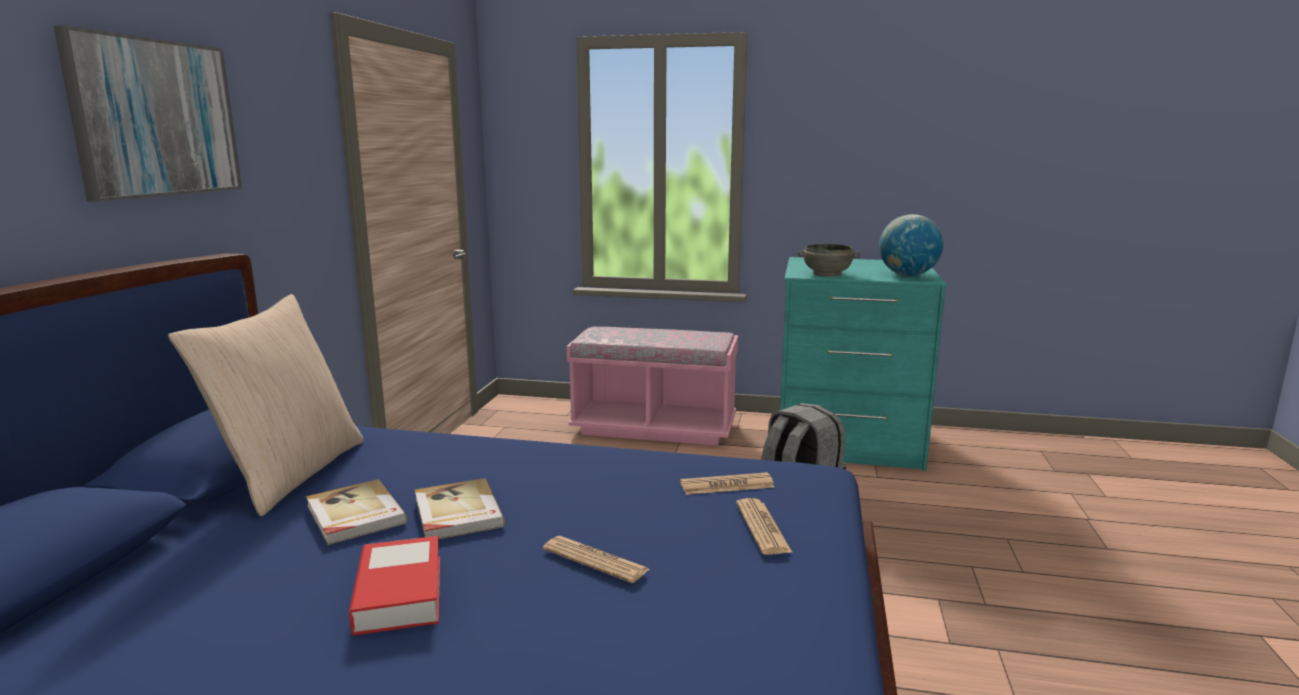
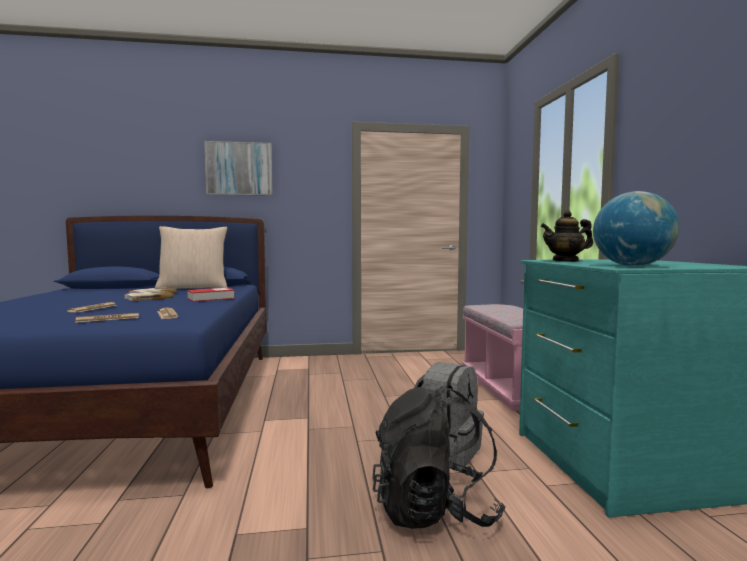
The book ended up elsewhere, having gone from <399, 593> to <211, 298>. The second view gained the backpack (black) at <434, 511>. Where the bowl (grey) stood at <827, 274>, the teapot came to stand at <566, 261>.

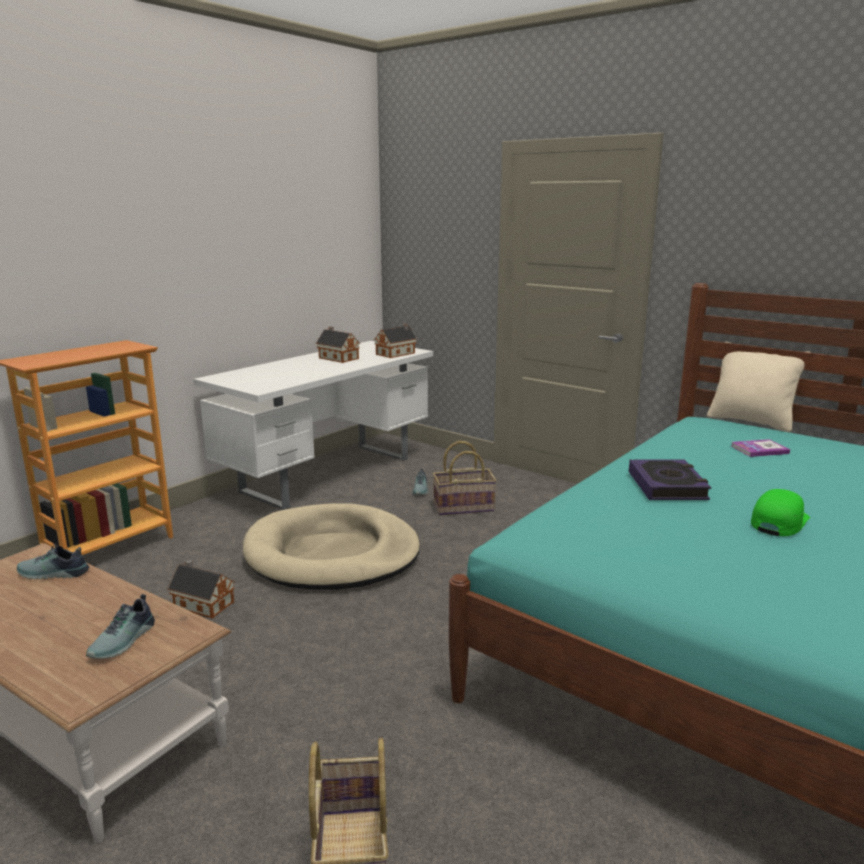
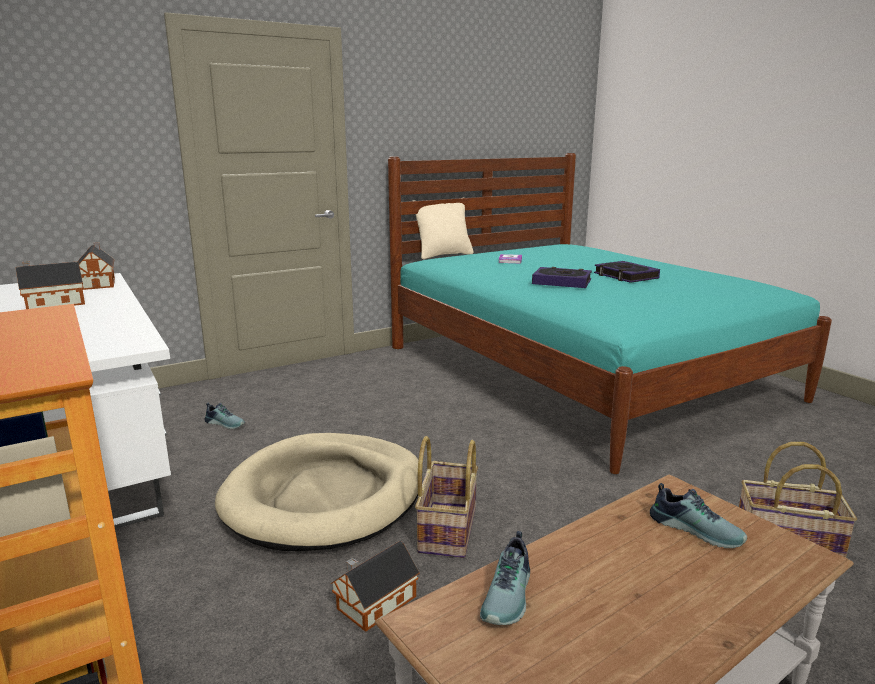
The basket ended up elsewhere, having gone from <463, 507> to <446, 529>. Where the cap (green) stood at <779, 521>, the book came to stand at <625, 276>.

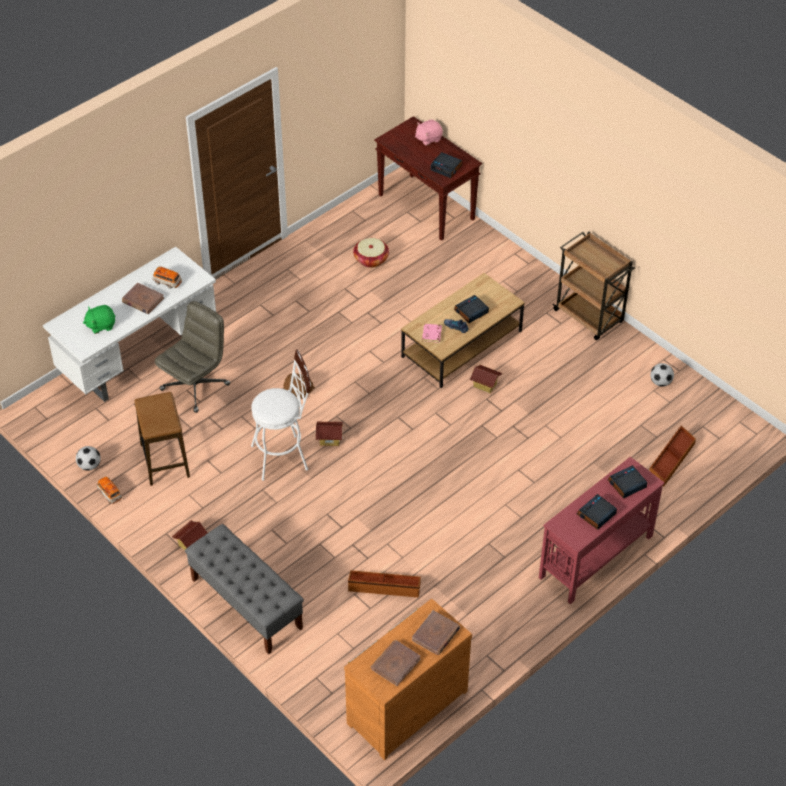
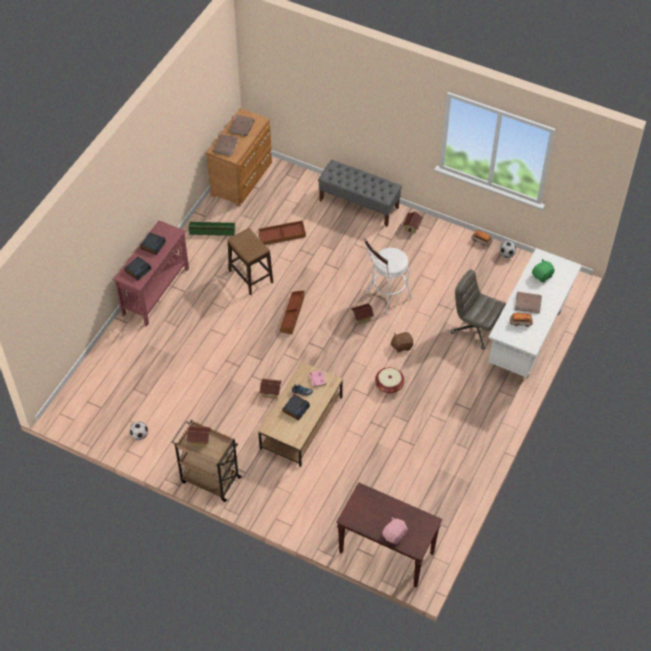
The second view gained the toy house at <199, 441>. The second view gained the storage box (green) at <212, 231>. The stool ended up elsewhere, having gone from <165, 460> to <251, 277>. The storage box (brown) ended up elsewhere, having gone from <670, 460> to <292, 314>. The basket ended up elsewhere, having gone from <371, 259> to <389, 385>. The office chair (grey) at <195, 386> ended up facing another way, 105 degrees clockwise from before. The second view lost the alarm clock at <446, 168>.

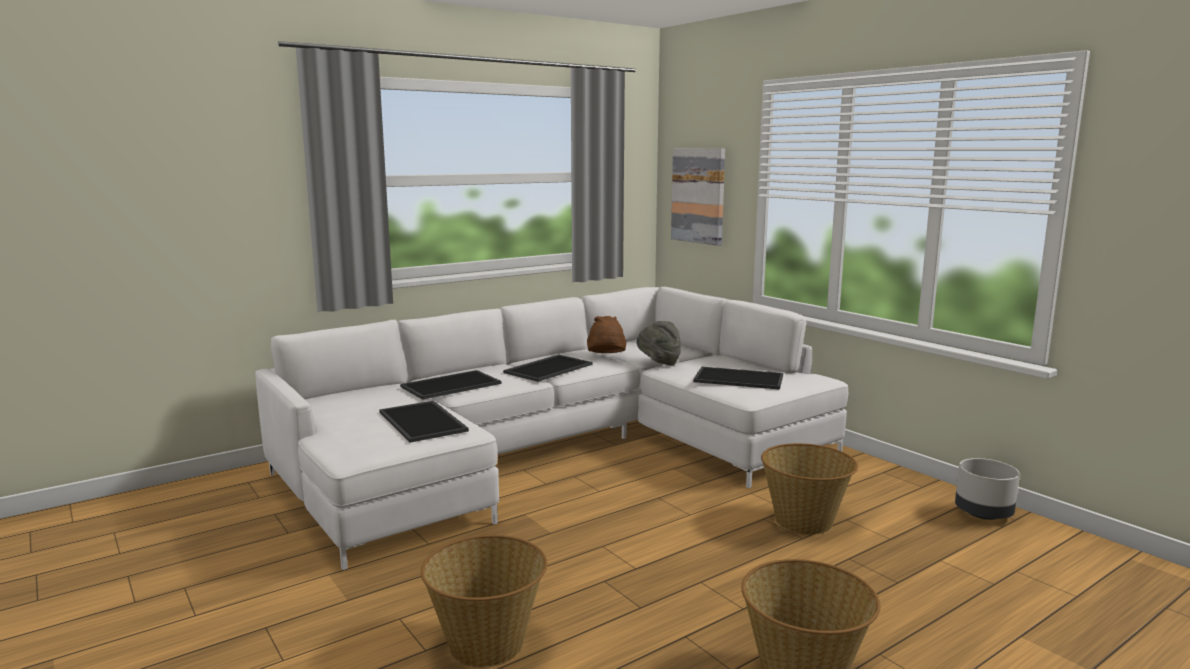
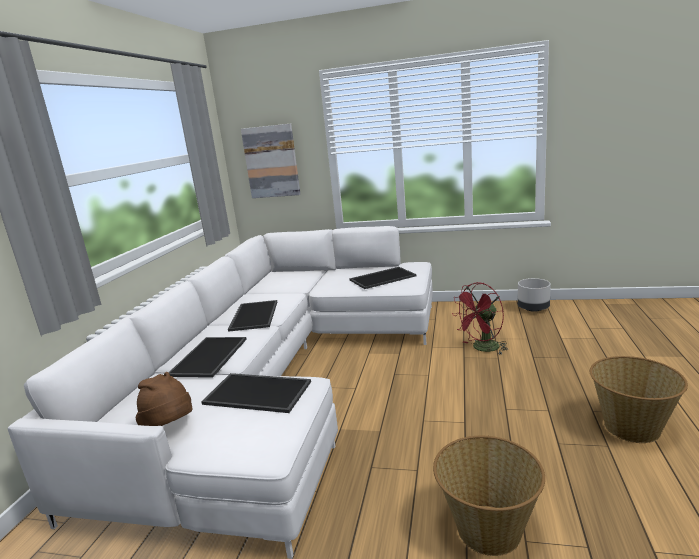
The hat (brown) ended up elsewhere, having gone from <606, 357> to <170, 428>. Where the basket stood at <805, 521>, the fan (red) came to stand at <482, 349>. The second view lost the hat (grey) at <658, 363>.

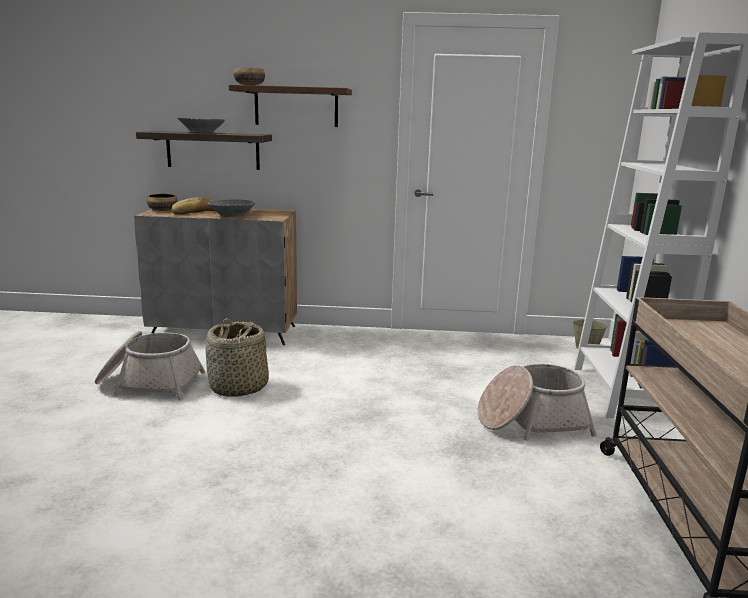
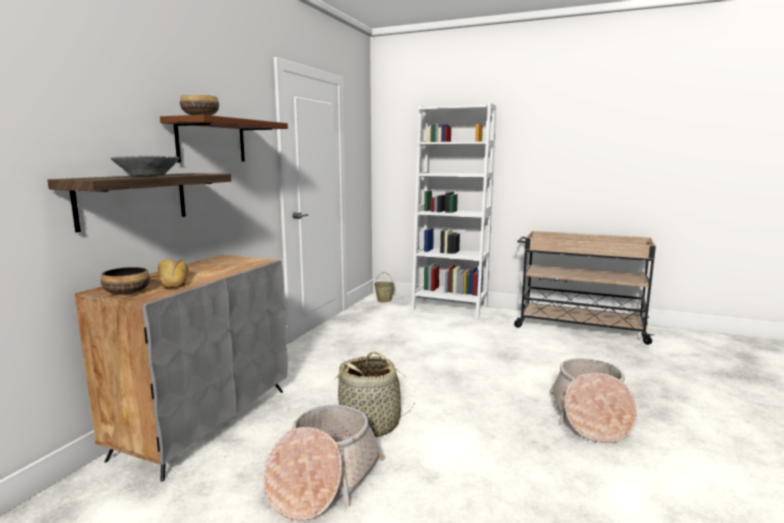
The basket ended up elsewhere, having gone from <531, 421> to <590, 416>. The second view lost the bowl (grey) at <232, 216>.

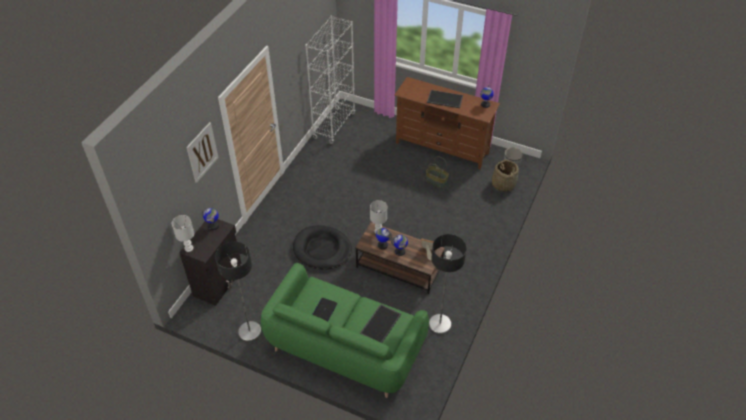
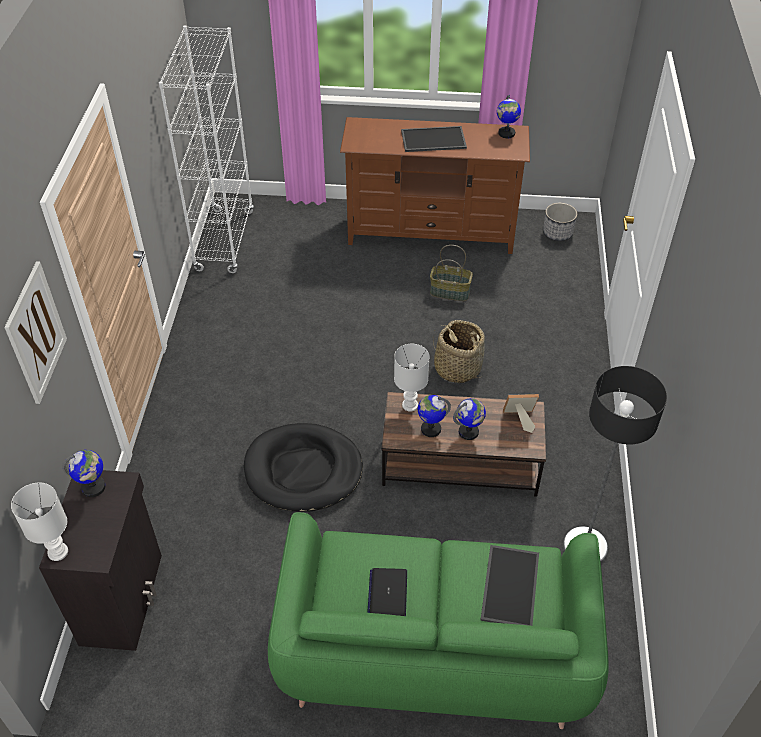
The basket ended up elsewhere, having gone from <503, 184> to <457, 368>. The second view lost the floor lamp at <249, 331>.

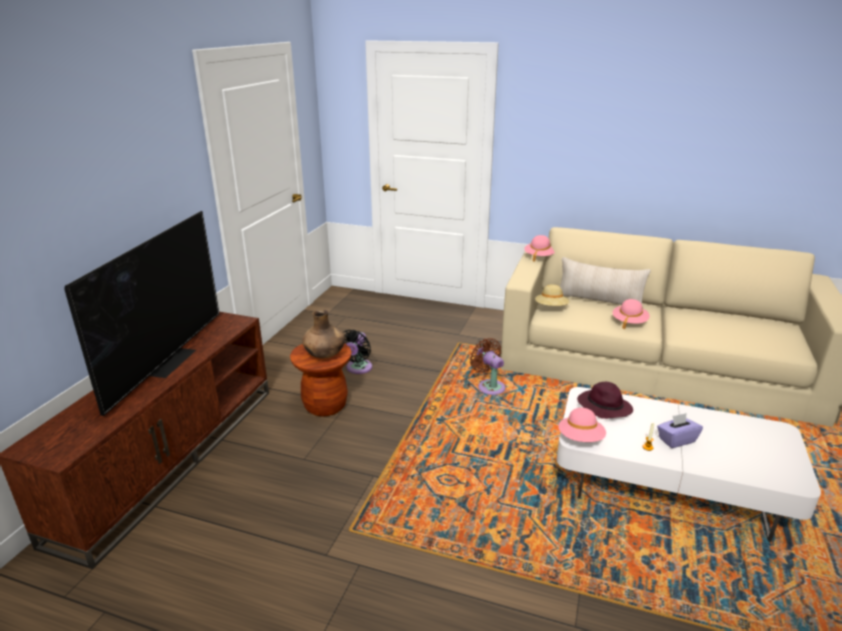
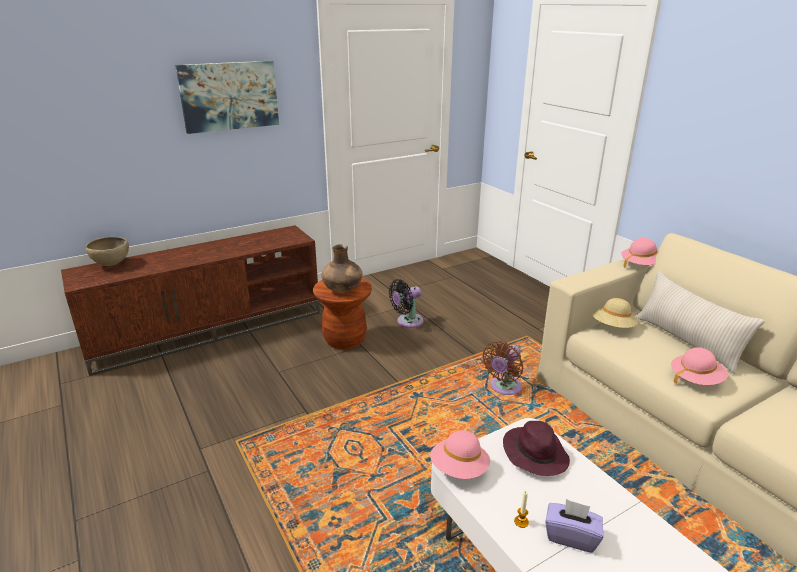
The second view gained the bowl (brown) at <111, 265>. The second view gained the picture at <229, 96>. The fan (brown) at <489, 386> ended up facing another way, 150 degrees counterclockwise from before. The second view lost the television at <168, 361>.

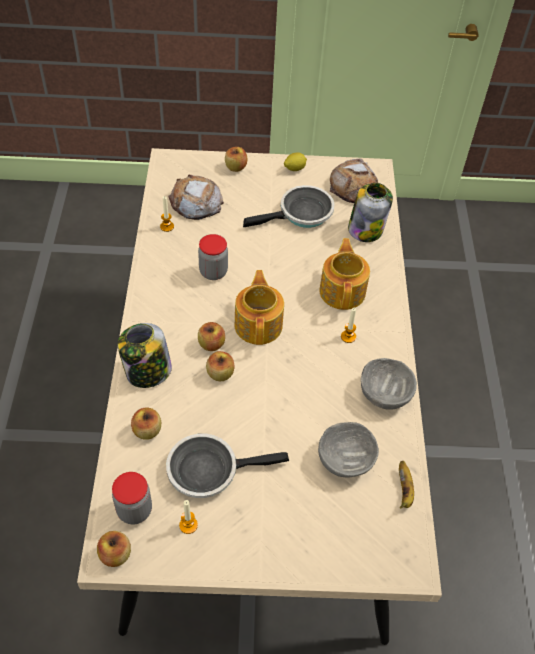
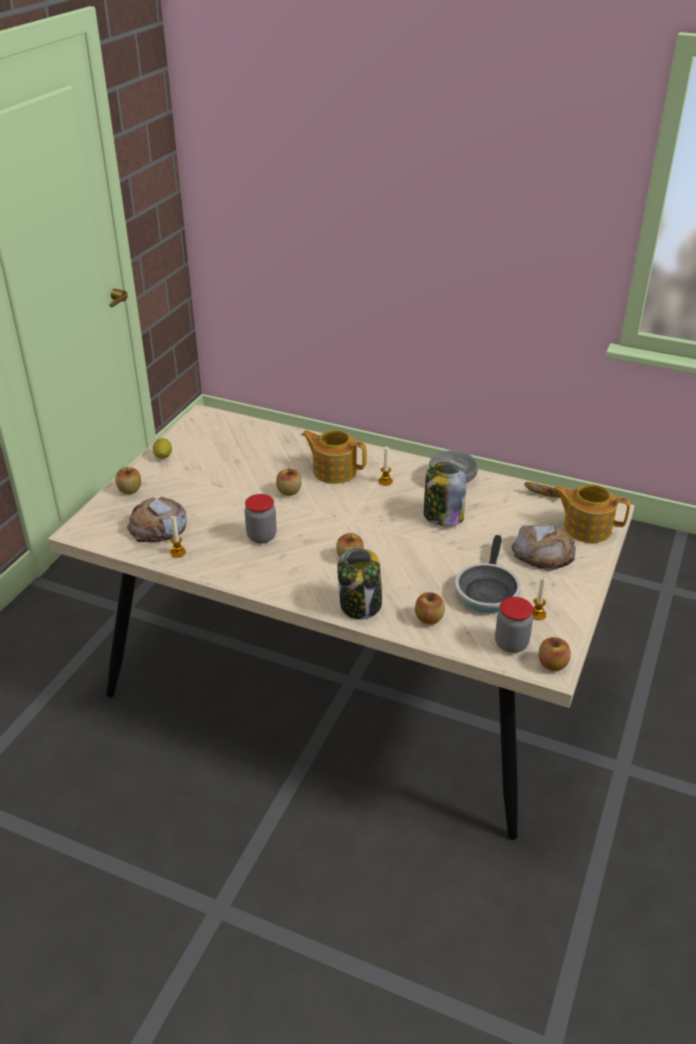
The apple ended up elsewhere, having gone from <220, 374> to <289, 492>. The jar ended up elsewhere, having gone from <366, 229> to <442, 516>. The bread ended up elsewhere, having gone from <353, 186> to <544, 552>. The teapot ended up elsewhere, having gone from <259, 324> to <586, 527>. The second view lost the frying pan at <301, 214>. The second view lost the bowl (grey) at <345, 459>.

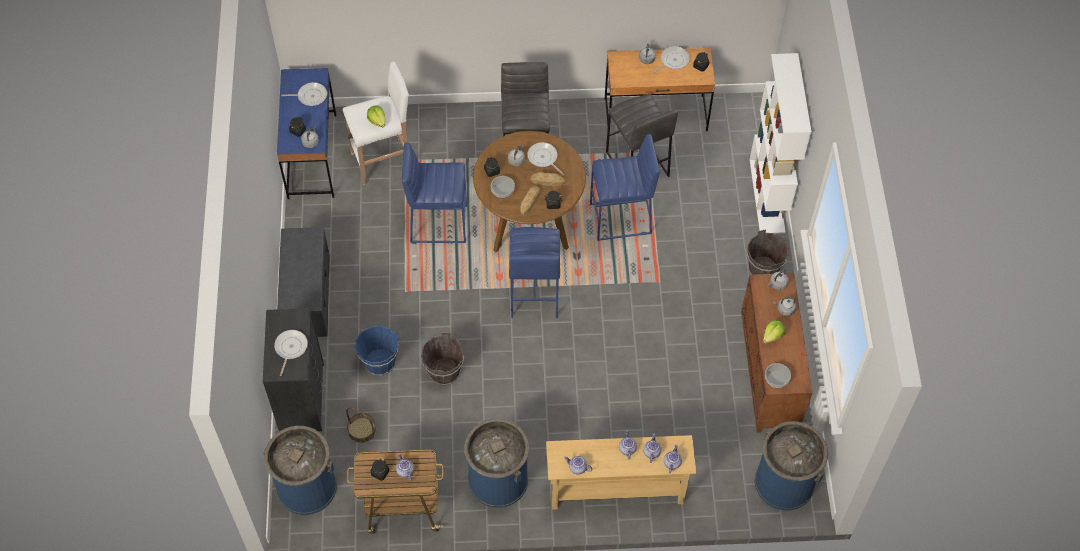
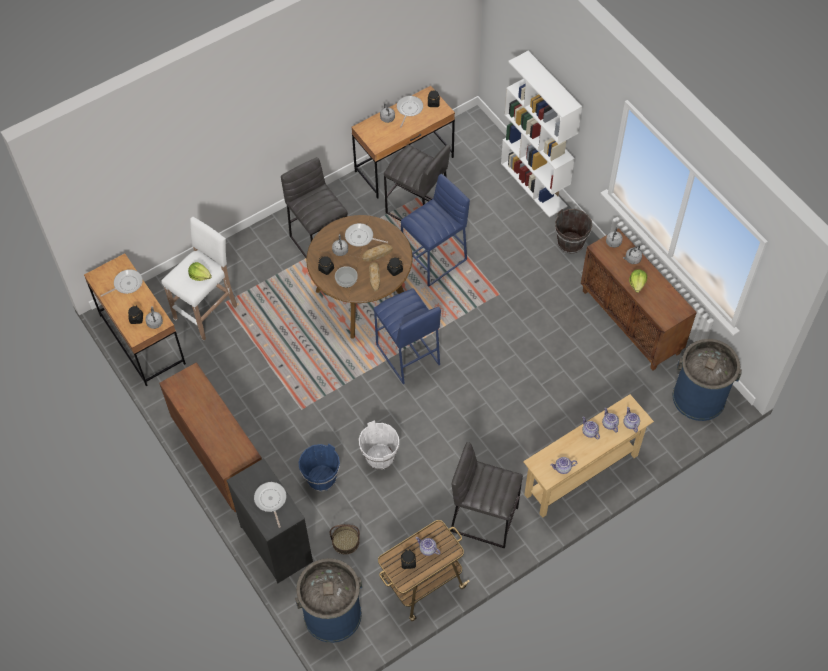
What was the desk (blue) at <312, 156> turned into the desk (brown) at <142, 339>. Where the bench (grey) stood at <306, 295>, the cabinet (brown) came to stand at <219, 457>. What was the bucket (brown) at <444, 372> turned into the bucket (white) at <379, 457>. Where the trash can (blue) stood at <498, 479>, the stool (grey) came to stand at <484, 518>. The second view lost the stool (blue) at <438, 223>. The second view lost the bowl at <776, 379>.

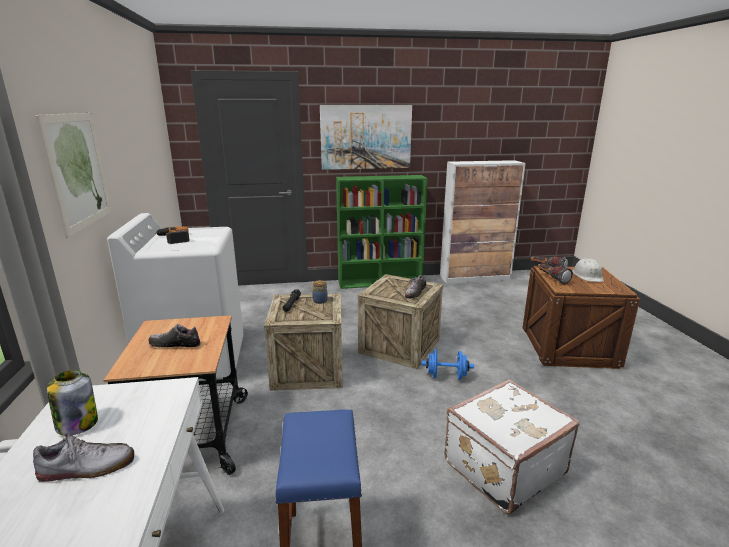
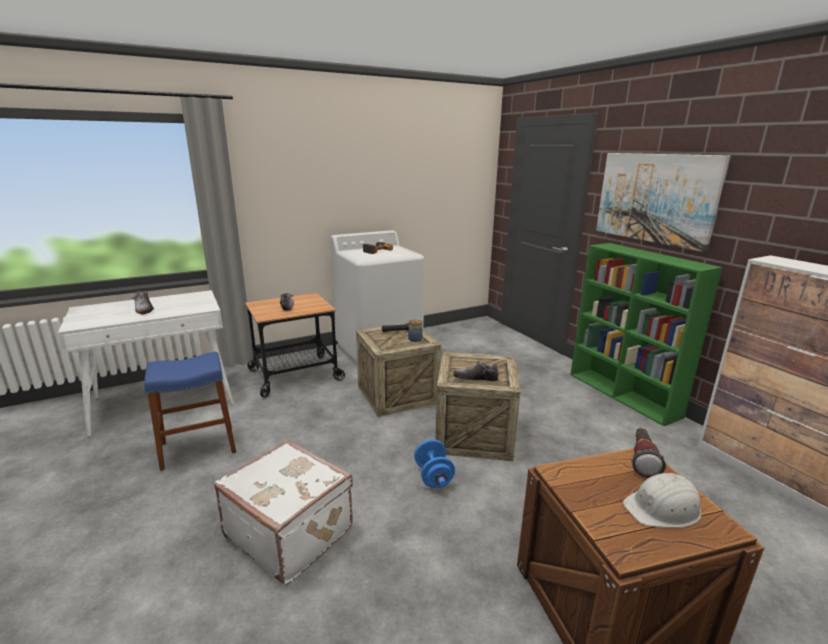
The second view lost the picture at <78, 170>. The second view lost the jar at <77, 424>. The second view lost the flashlight at <551, 279>.

